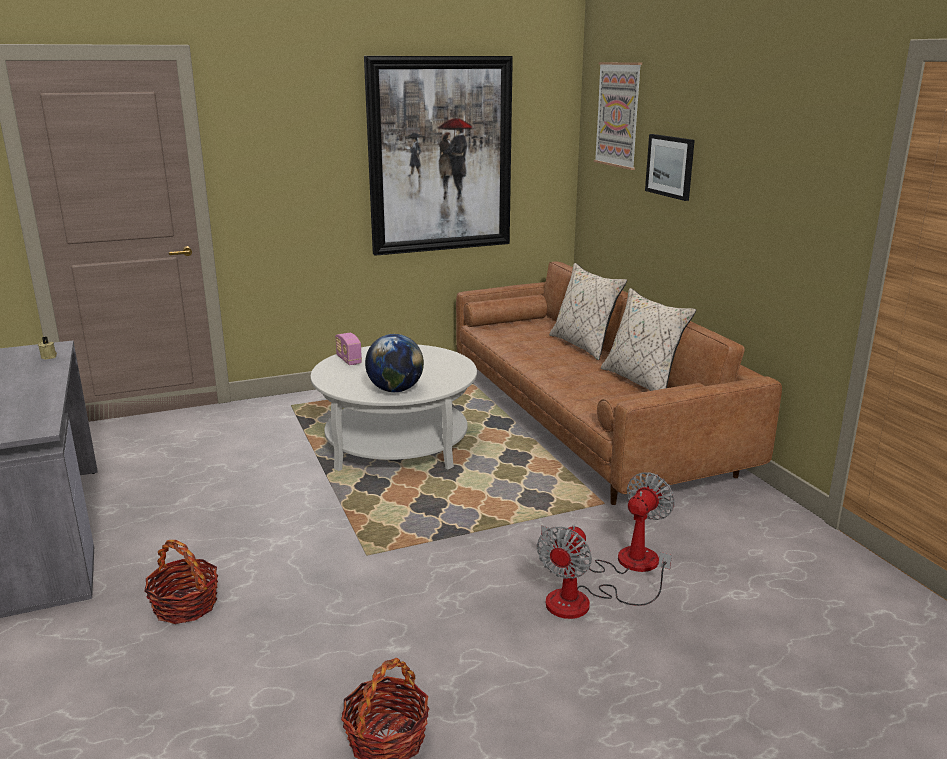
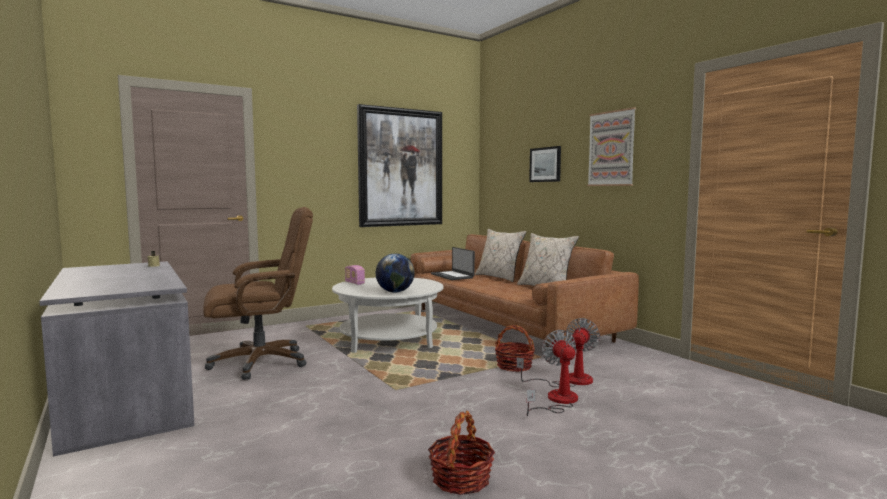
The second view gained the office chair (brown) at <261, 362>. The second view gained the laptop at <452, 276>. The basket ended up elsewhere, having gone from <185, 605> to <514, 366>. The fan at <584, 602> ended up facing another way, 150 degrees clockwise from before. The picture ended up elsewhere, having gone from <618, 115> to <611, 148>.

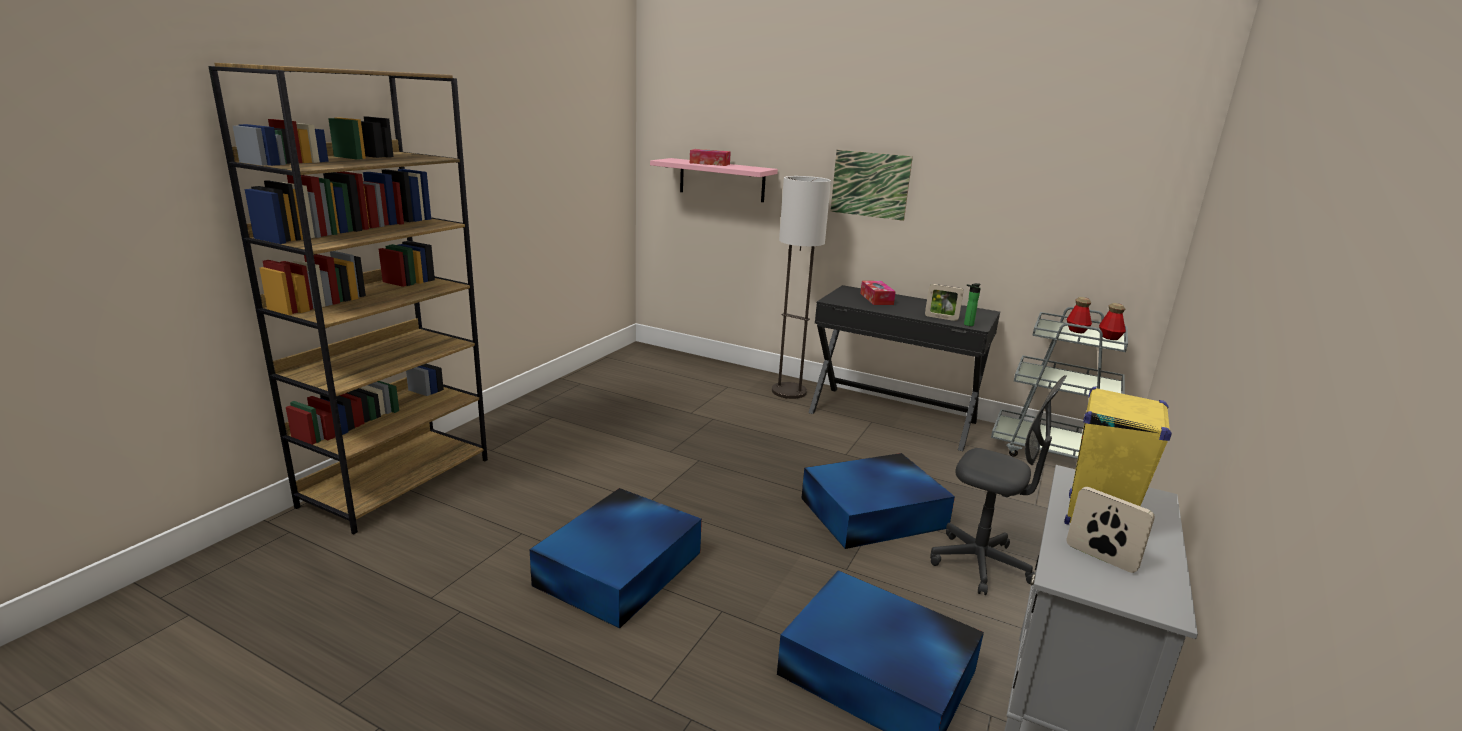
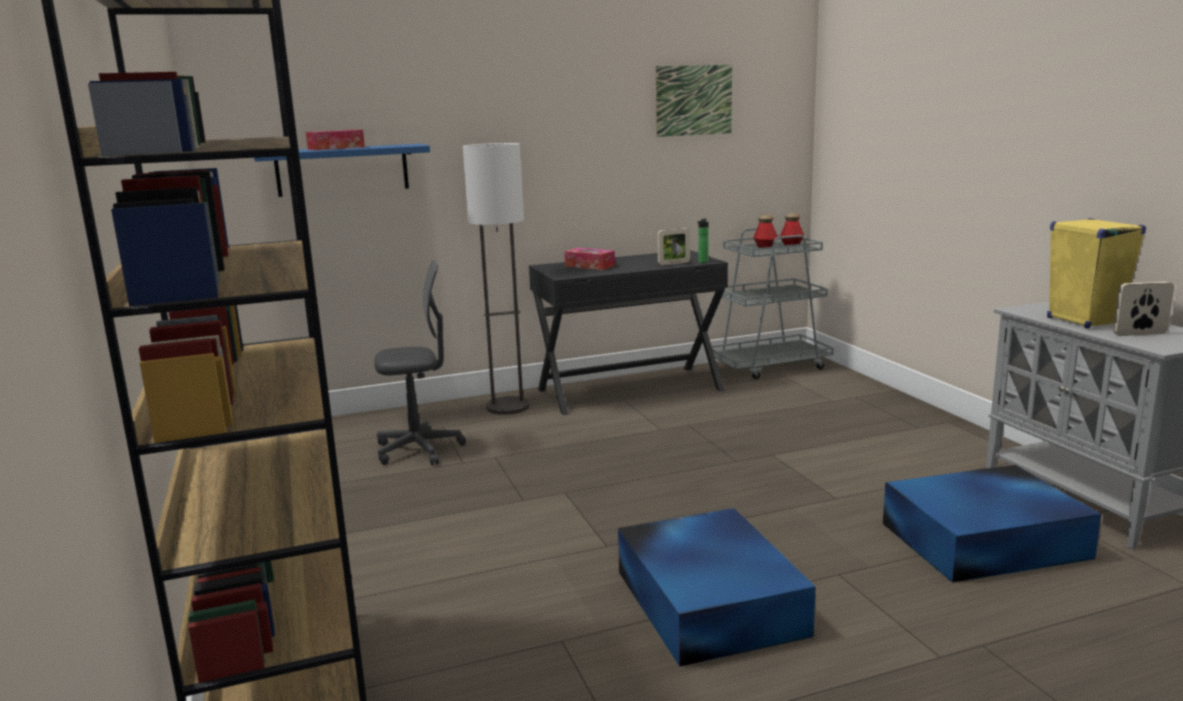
What was the shelf (pink) at <721, 180> turned into the shelf (blue) at <342, 170>. The office chair (grey) ended up elsewhere, having gone from <980, 564> to <419, 450>. The picture ended up elsewhere, having gone from <870, 184> to <693, 100>. The second view lost the storage box (blue) at <875, 513>.

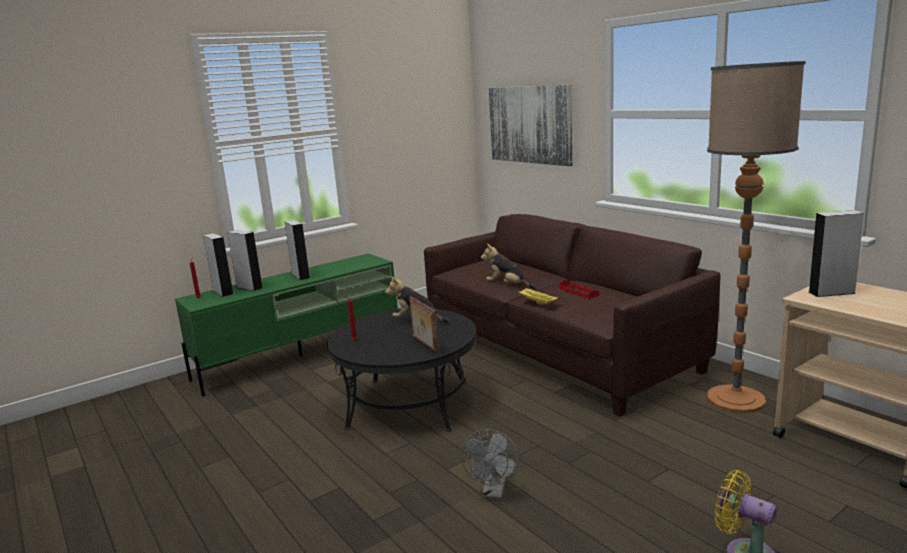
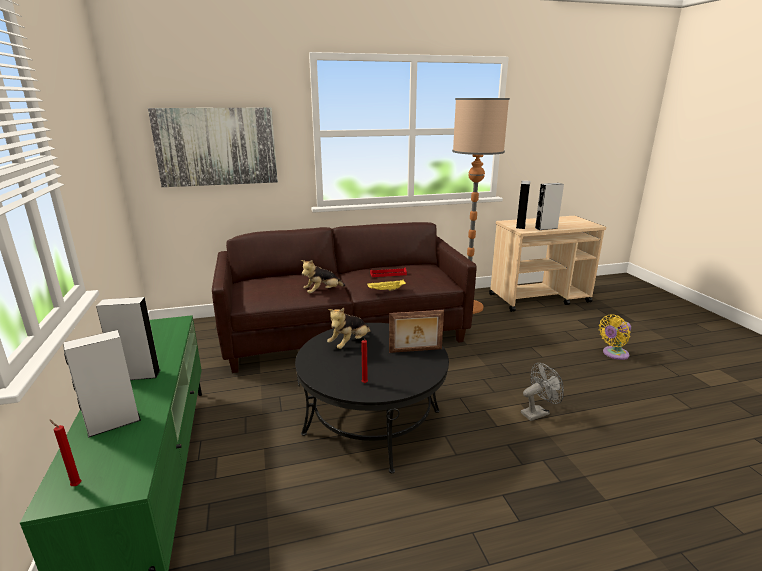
The fan (grey) at <494, 493> ended up facing another way, 60 degrees counterclockwise from before. The speaker (grey) ended up elsewhere, having gone from <223, 292> to <546, 228>.

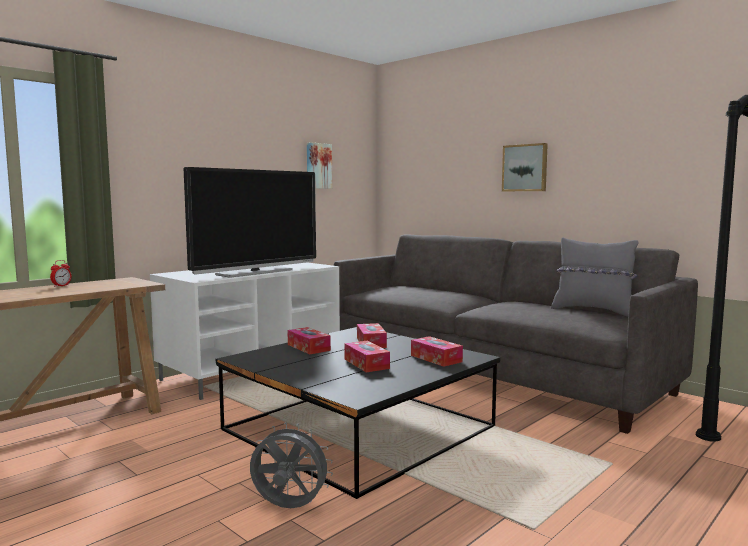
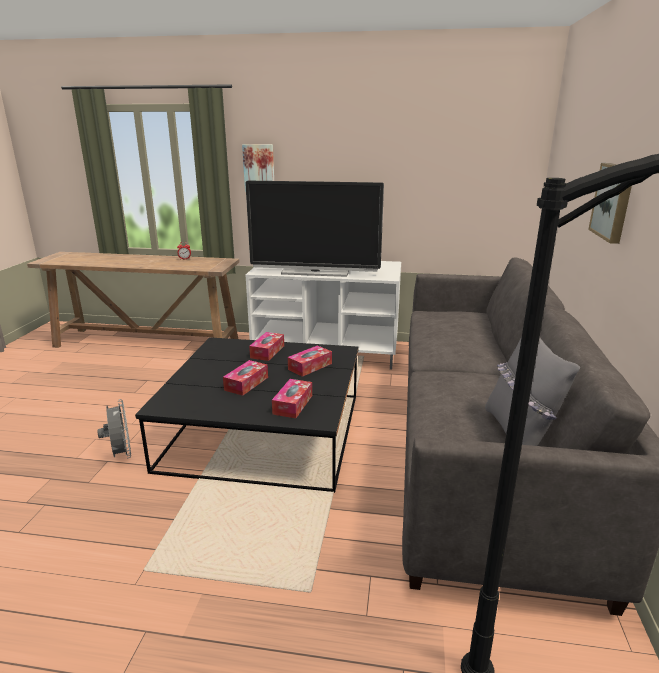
The picture ended up elsewhere, having gone from <318, 166> to <259, 168>.

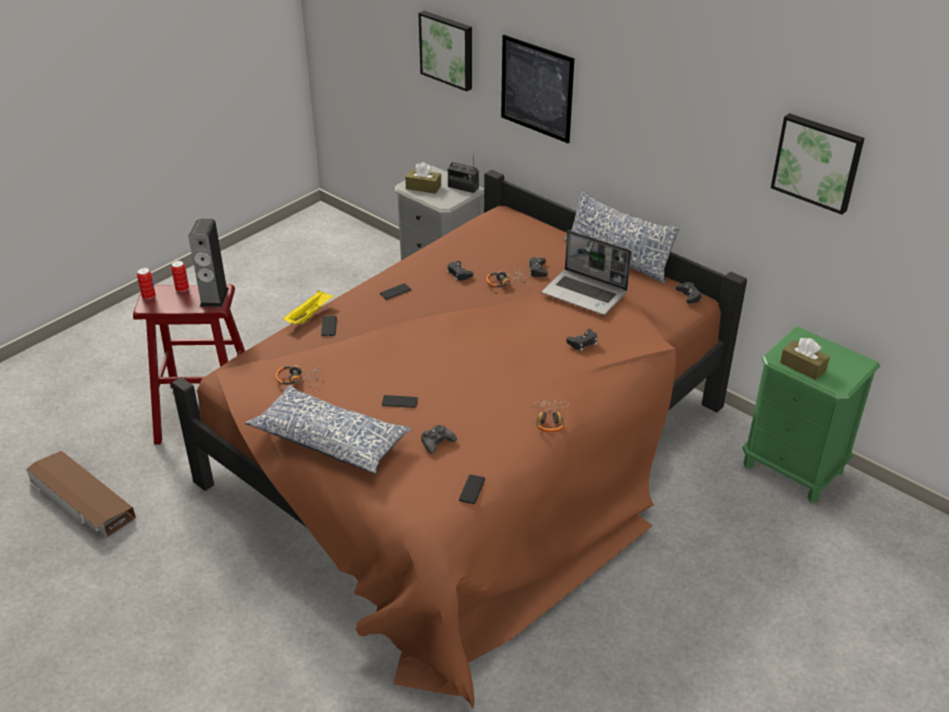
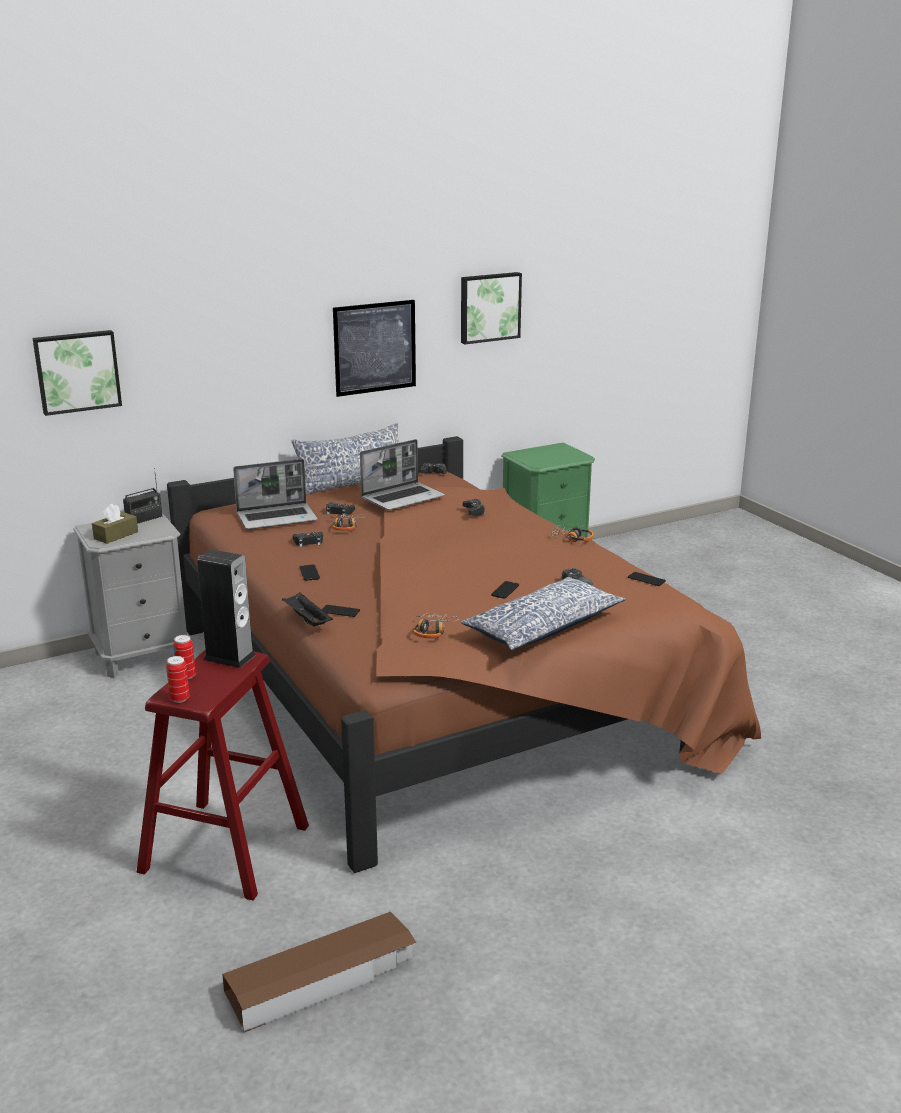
The second view gained the laptop at <278, 518>. What was the tray (yellow) at <309, 315> turned into the tray (black) at <306, 620>. The picture ended up elsewhere, having gone from <536, 88> to <375, 347>. The second view lost the tissue box (brown) at <803, 366>.

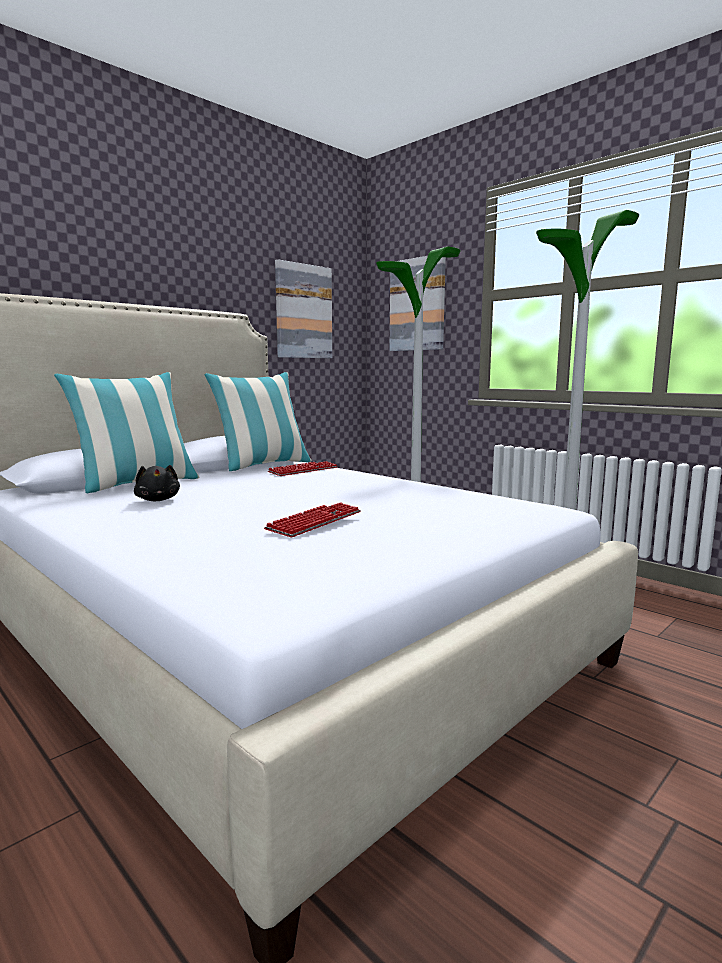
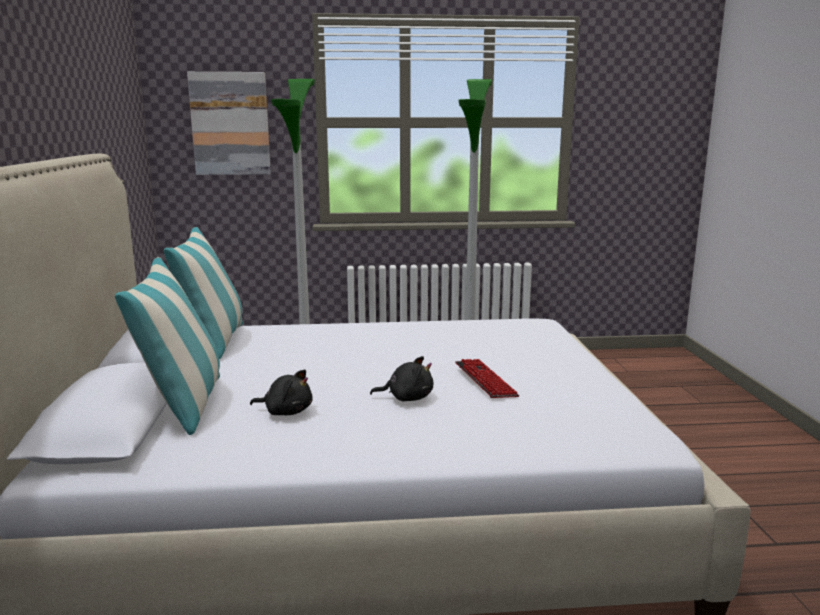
The second view gained the plush toy (black) at <407, 398>. The second view lost the keyboard at <303, 470>. The second view lost the picture at <303, 312>.

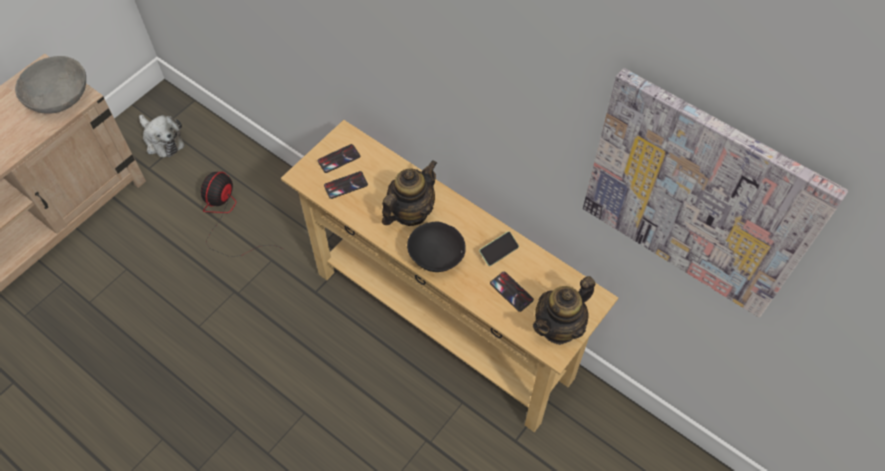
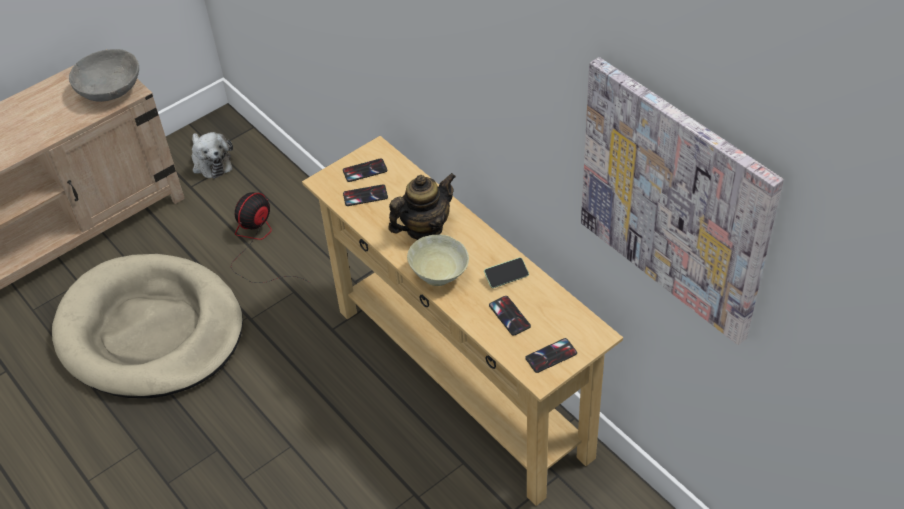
The second view gained the dog bed (beige) at <150, 331>. What was the bowl (black) at <437, 259> turned into the bowl (beige) at <439, 275>. Where the teapot stood at <559, 327>, the phone came to stand at <551, 356>.

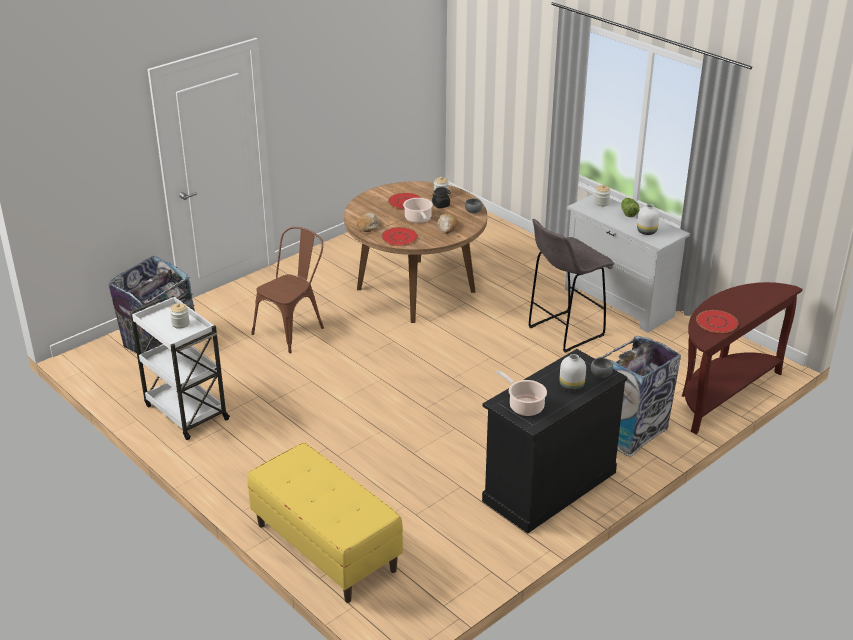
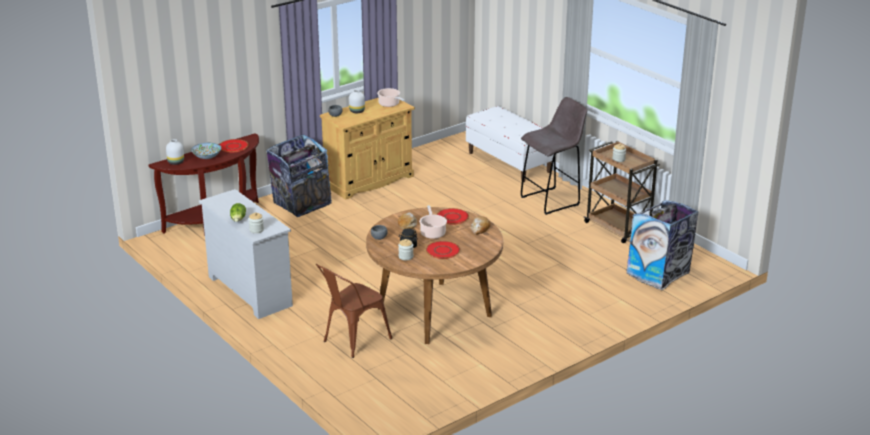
The vase (white) ended up elsewhere, having gone from <647, 232> to <175, 162>. The second view gained the bowl at <207, 157>. The chair (brown) ended up elsewhere, having gone from <293, 329> to <352, 341>. What was the cabinet (black) at <549, 486> turned into the cabinet (beige) at <369, 181>. What was the bench (yellow) at <325, 547> turned into the bench (white) at <509, 162>. The stool (grey) ended up elsewhere, having gone from <564, 332> to <551, 200>. What was the cart (white) at <185, 411> turned into the cart (brown) at <618, 228>.

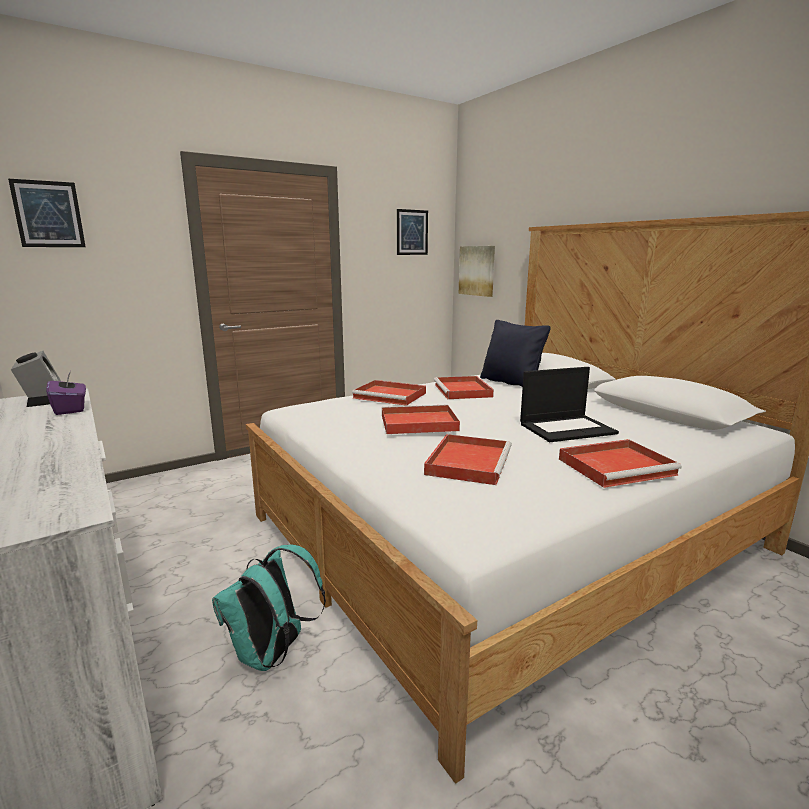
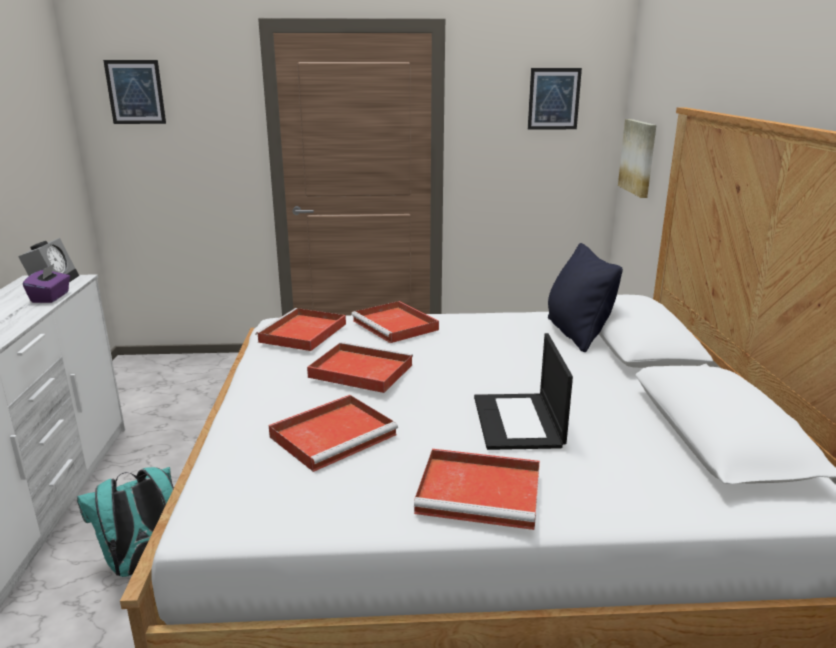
The tray (red) ended up elsewhere, having gone from <463, 391> to <302, 333>. The laptop at <567, 428> ended up facing another way, 75 degrees clockwise from before.

